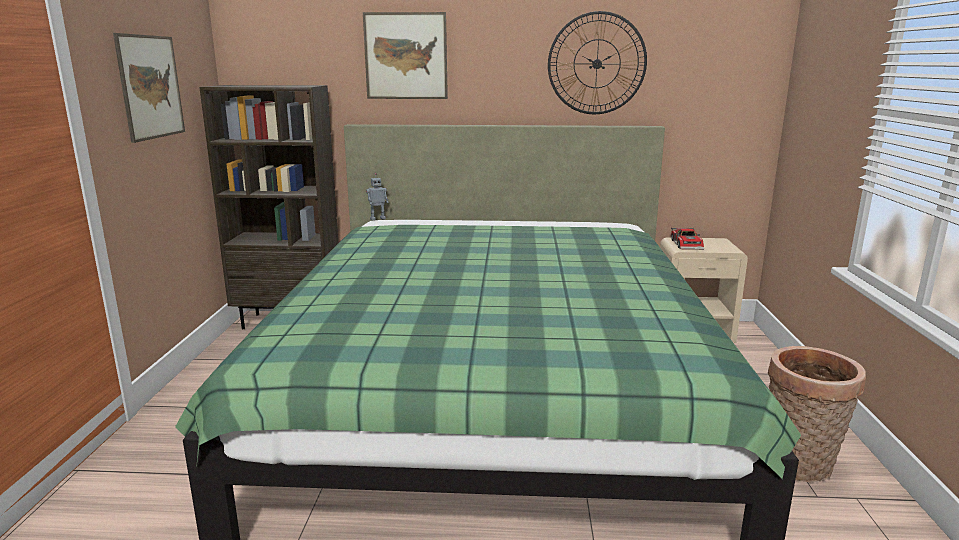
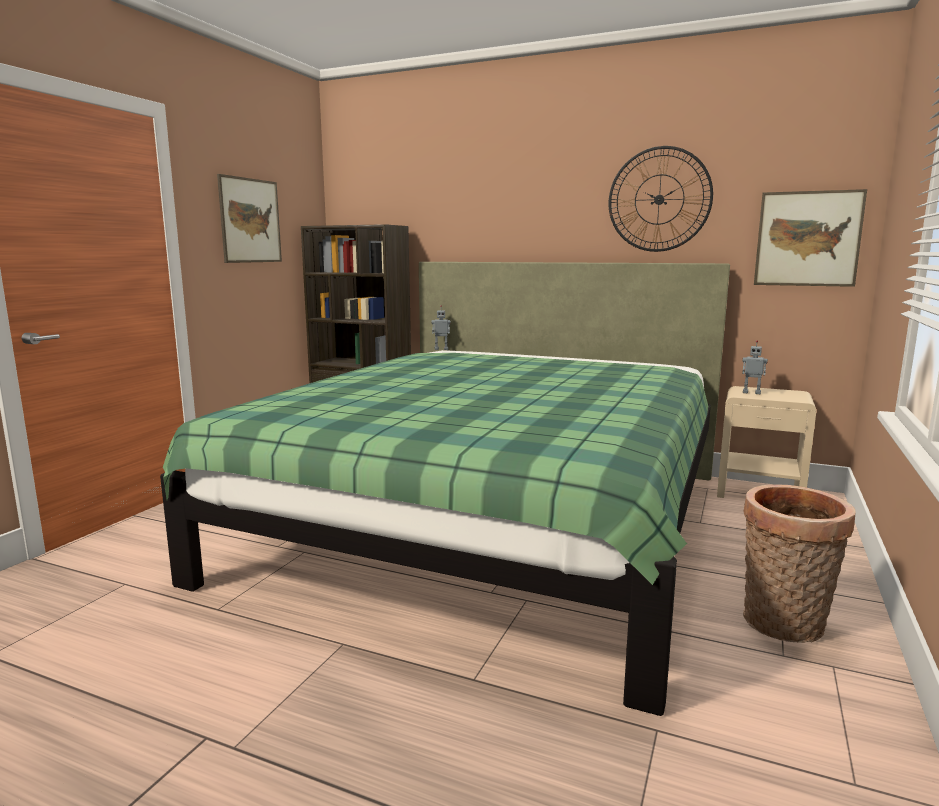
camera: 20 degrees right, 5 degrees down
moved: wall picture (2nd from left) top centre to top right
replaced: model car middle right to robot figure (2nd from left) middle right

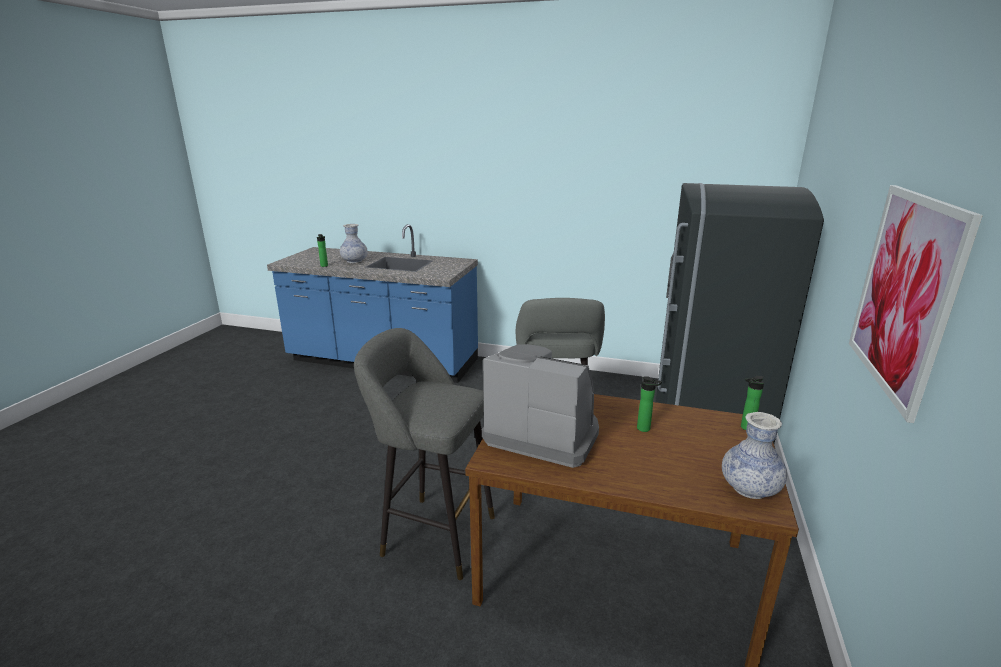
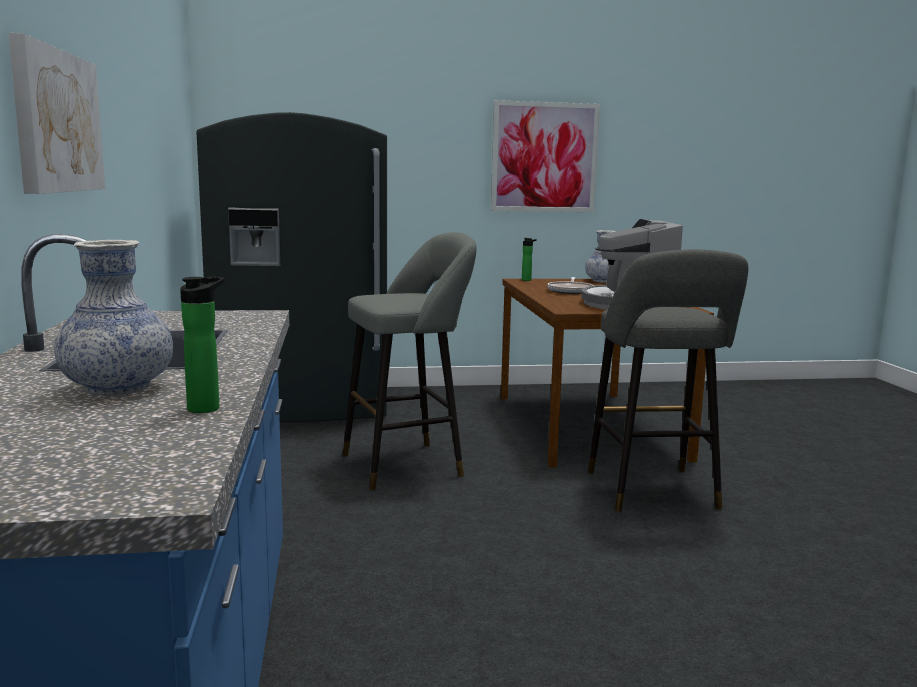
camera: 115 degrees left, 10 degrees down
added: wall picture (1st from left) top left
replaced: bottle (2nd from left) centre to frying pan centre

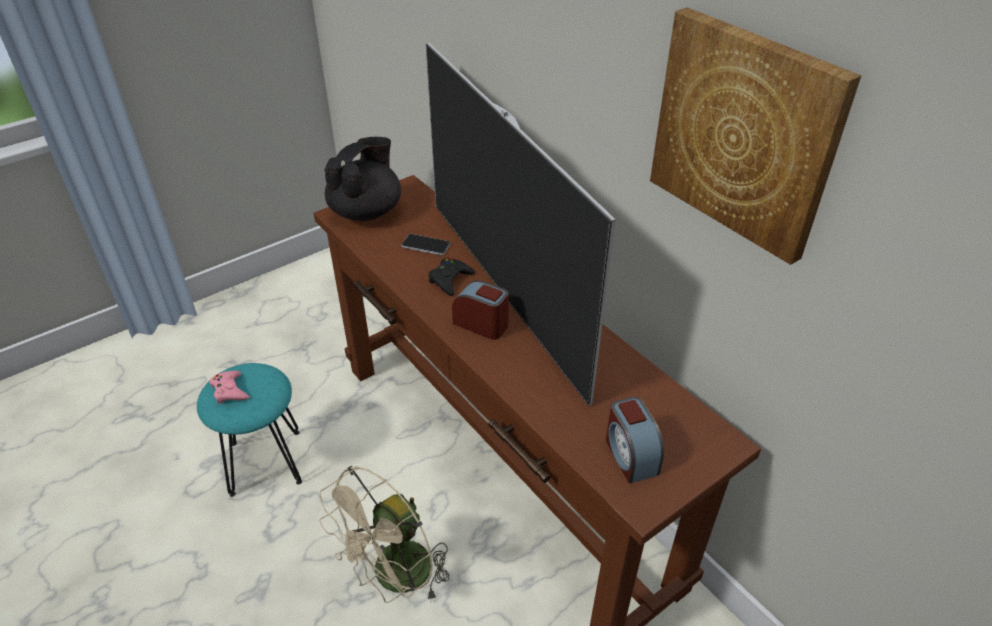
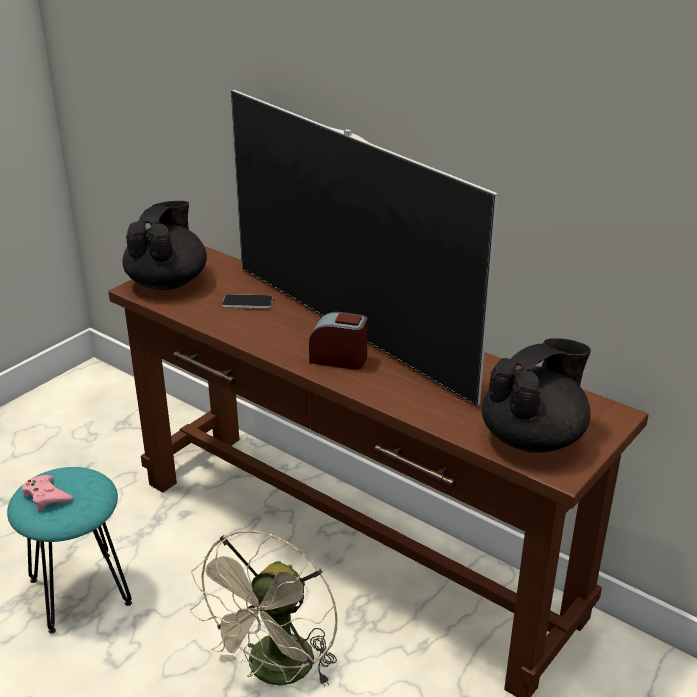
camera: 15 degrees left, 10 degrees down
removed: wall picture top right; black-coloured joypad centre
replaced: table clock (2nd from left) bottom centre to black-coloured pot for tea (2nd from left) middle right

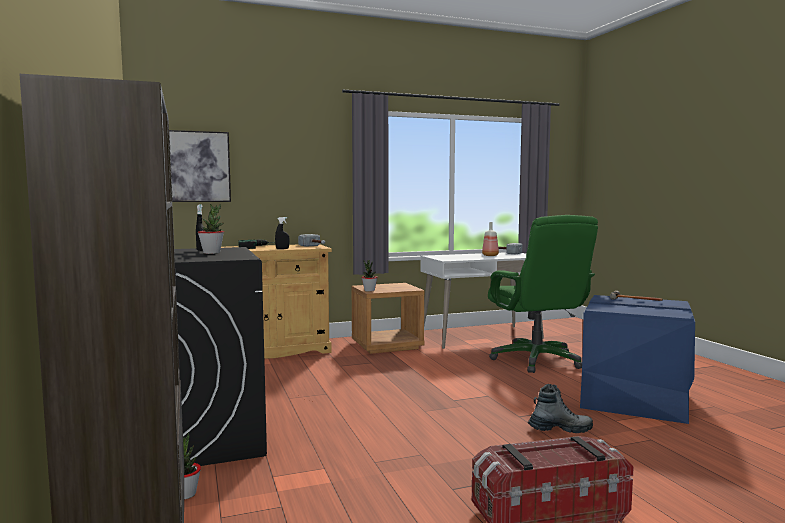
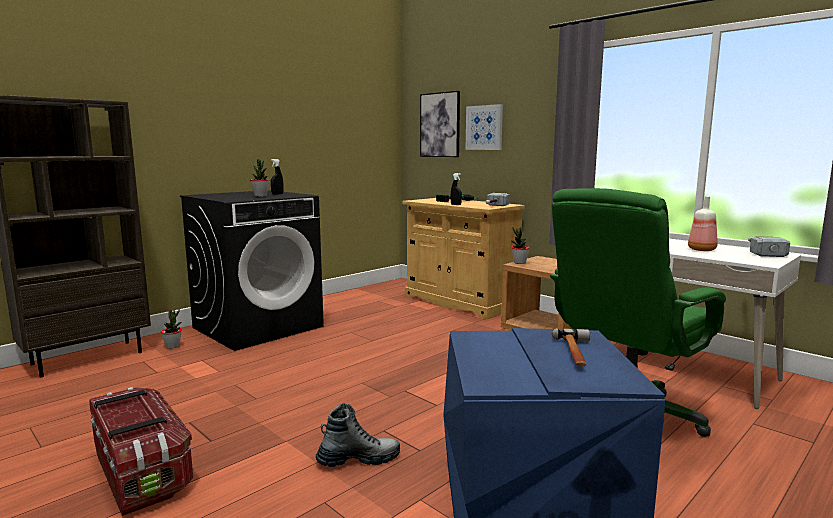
camera: 65 degrees right, 5 degrees up
added: wall picture (2nd from left) top centre
turned: high-top boot bottom right = bottom centre 75 degrees counterclockwise

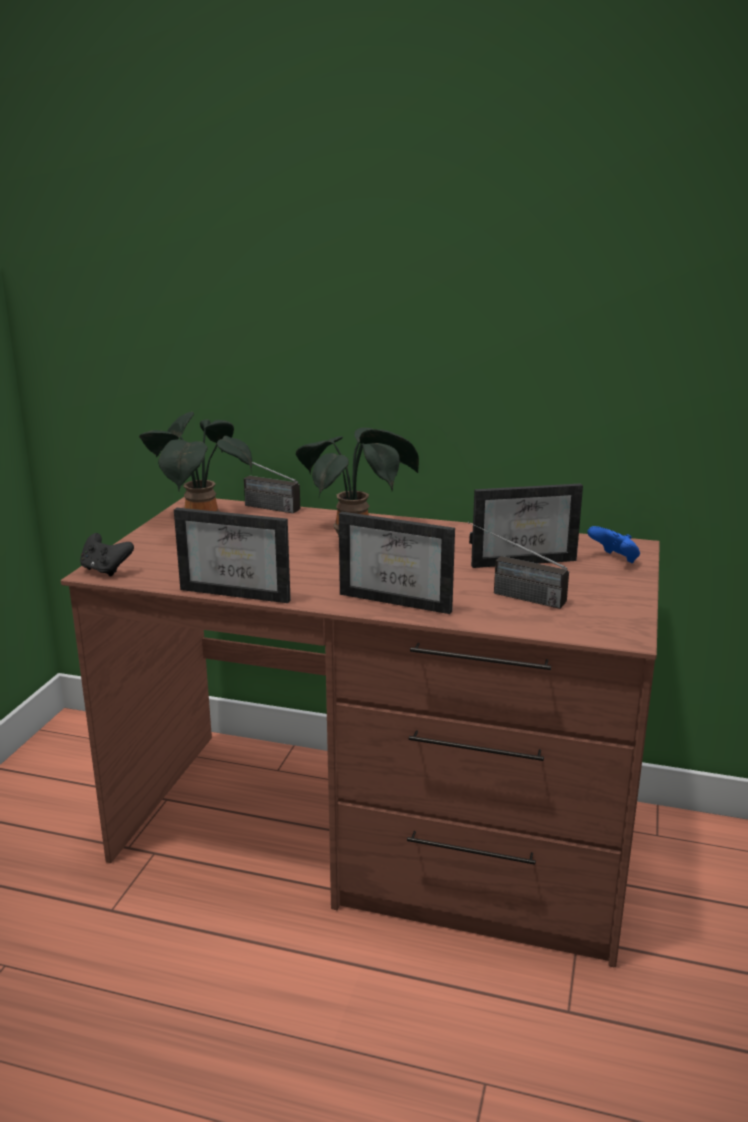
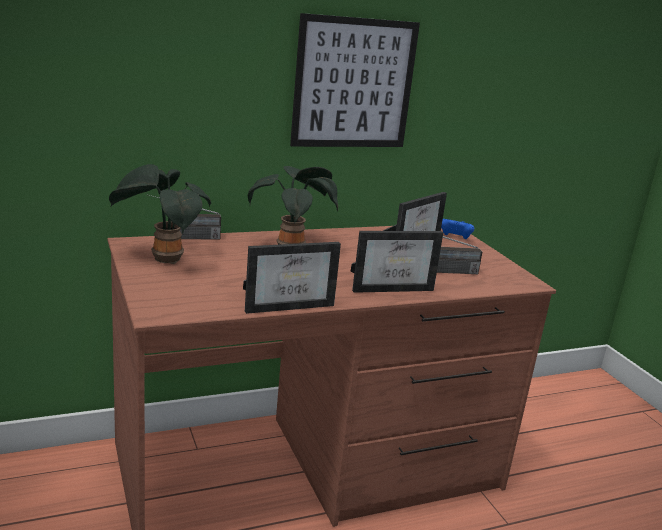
camera: 40 degrees left, 0 degrees up
removed: black-coloured joypad middle left
added: wall picture top centre

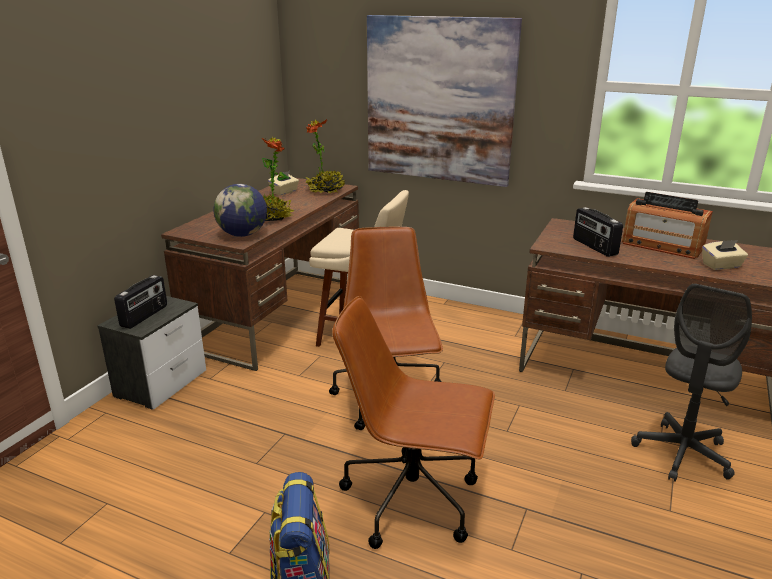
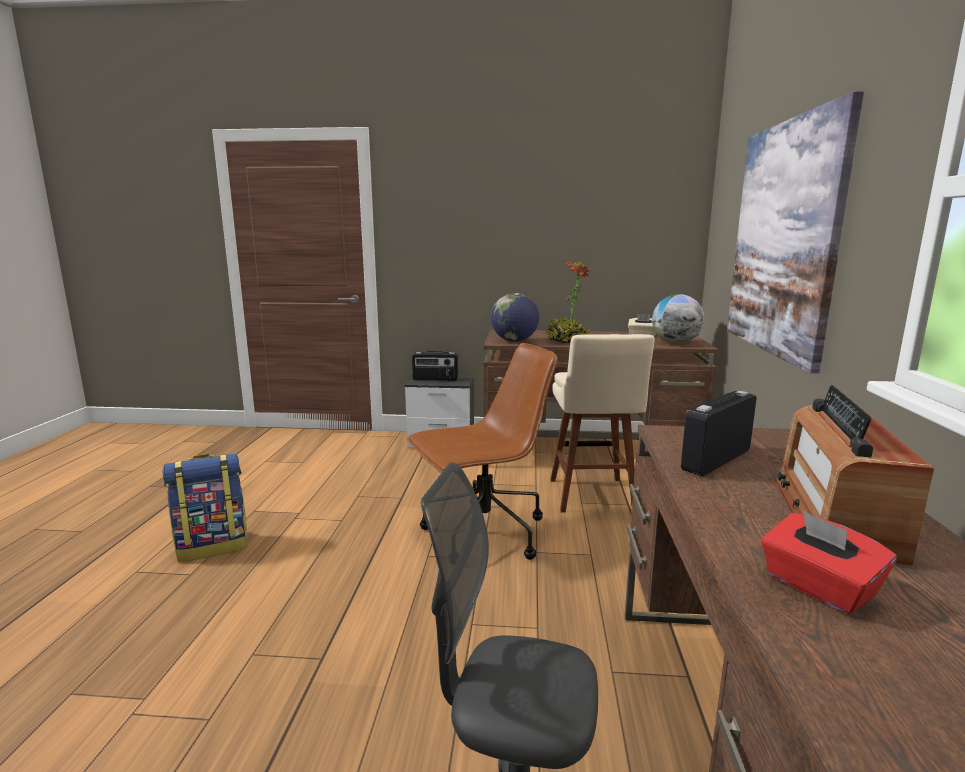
camera: 70 degrees right, 10 degrees down
removed: brownish computer chair (2nd from left) bottom centre
replaced: potted plant (2nd from left) top centre to world globe (2nd from left) middle right
recoloured: beige-coloured box of tissues (2nd from left) middle right to reddish box of tissues bottom right

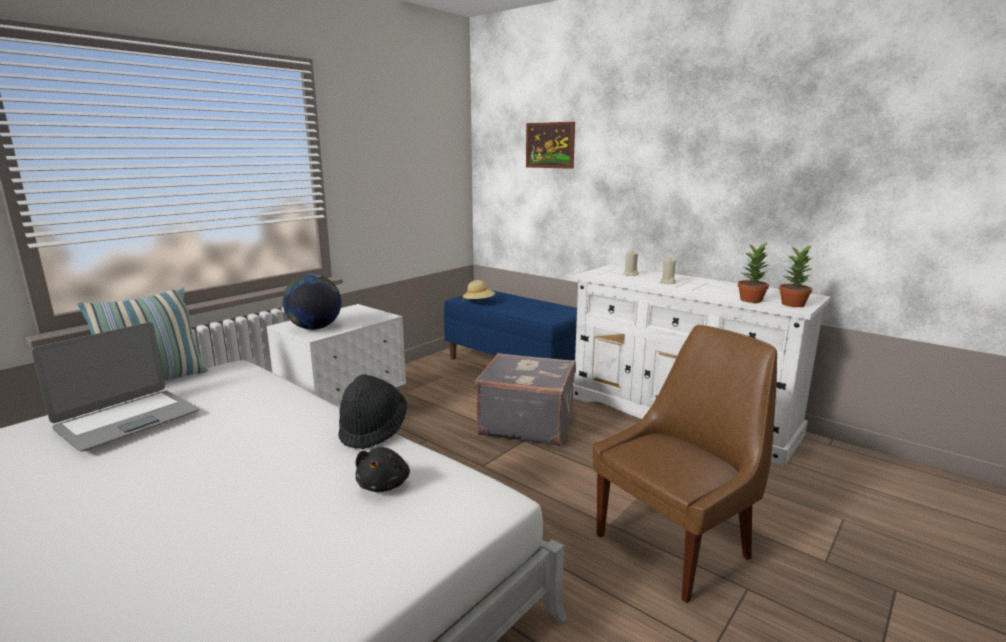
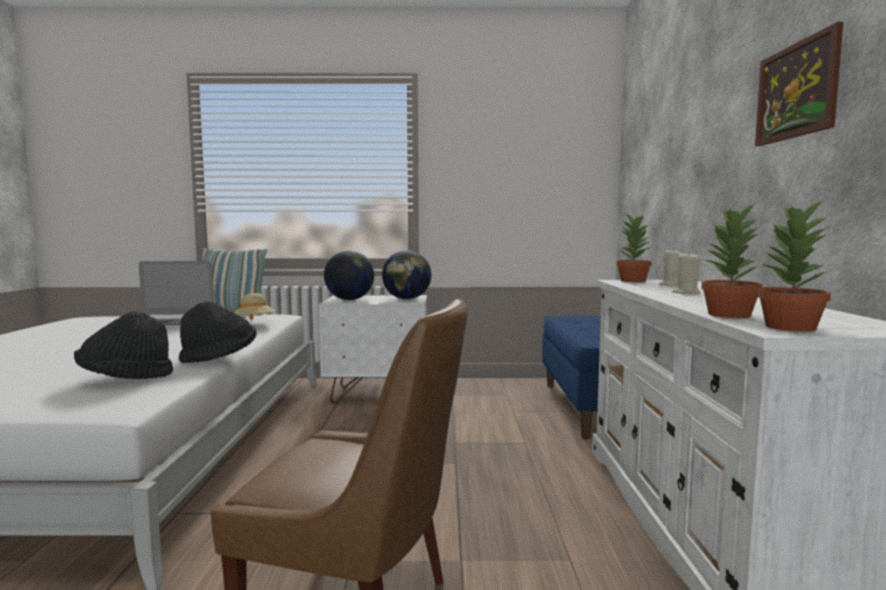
camera: 50 degrees right, 10 degrees down
removed: grey suitcase centre
added: potted plant (1st from left) middle right; world globe (2nd from left) centre
moved: wall picture top centre to top right; beige-coloured clothing hat centre to middle left
replaced: black-coloured soft toy bottom centre to black-coloured clothing hat (1st from left) middle left

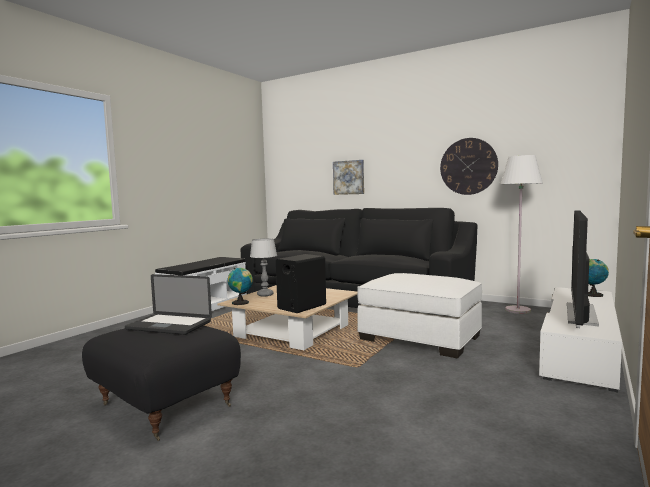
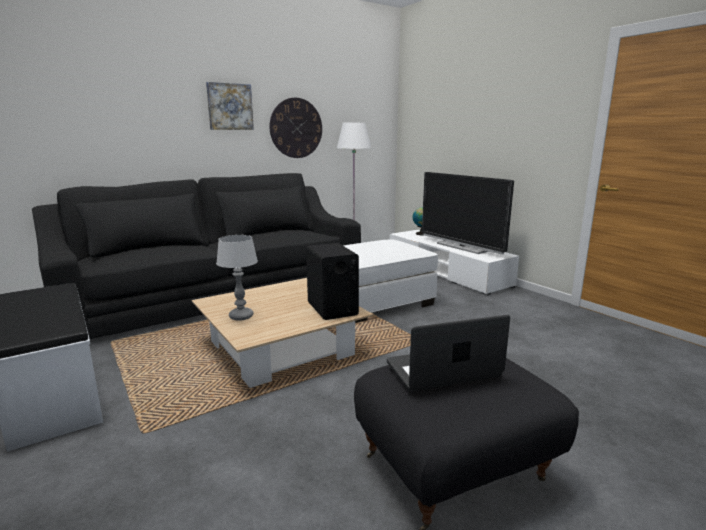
camera: 65 degrees left, 10 degrees up
removed: world globe (1st from left) centre
moved: wall picture centre to top left
turned: portable computer middle left = centre 150 degrees counterclockwise

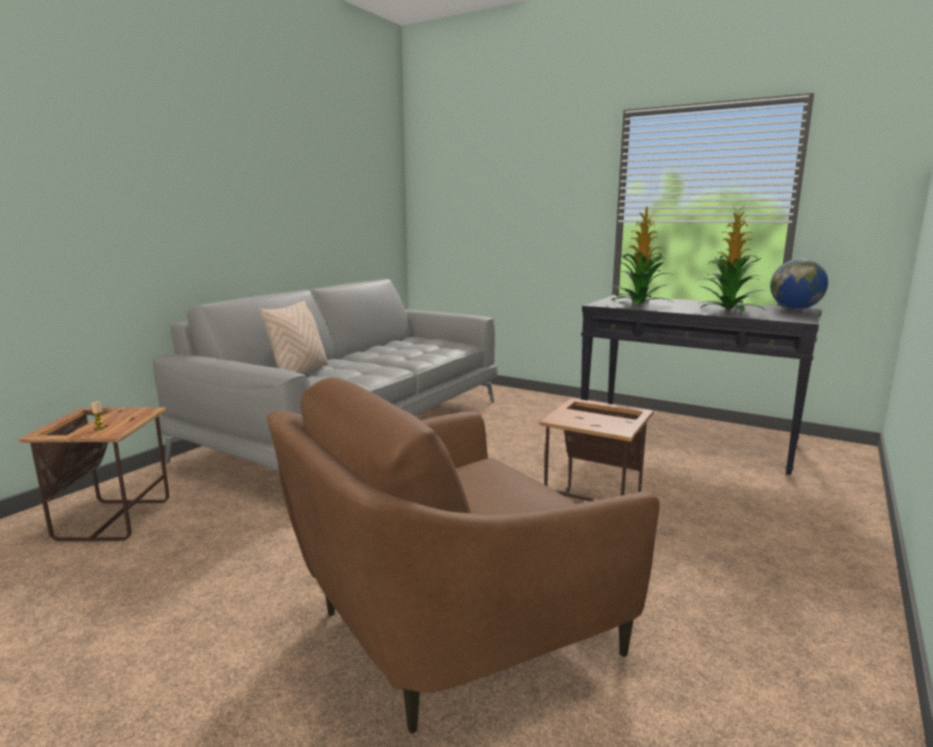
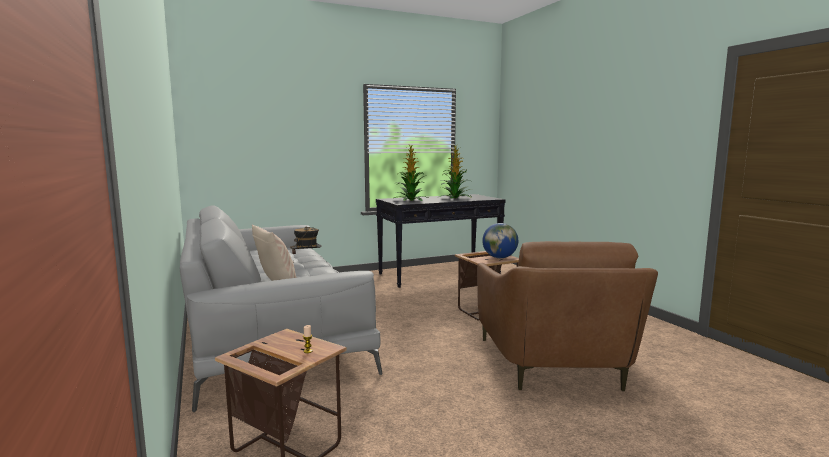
camera: 55 degrees left, 5 degrees down
added: clothing hat centre
moved: world globe middle right to centre

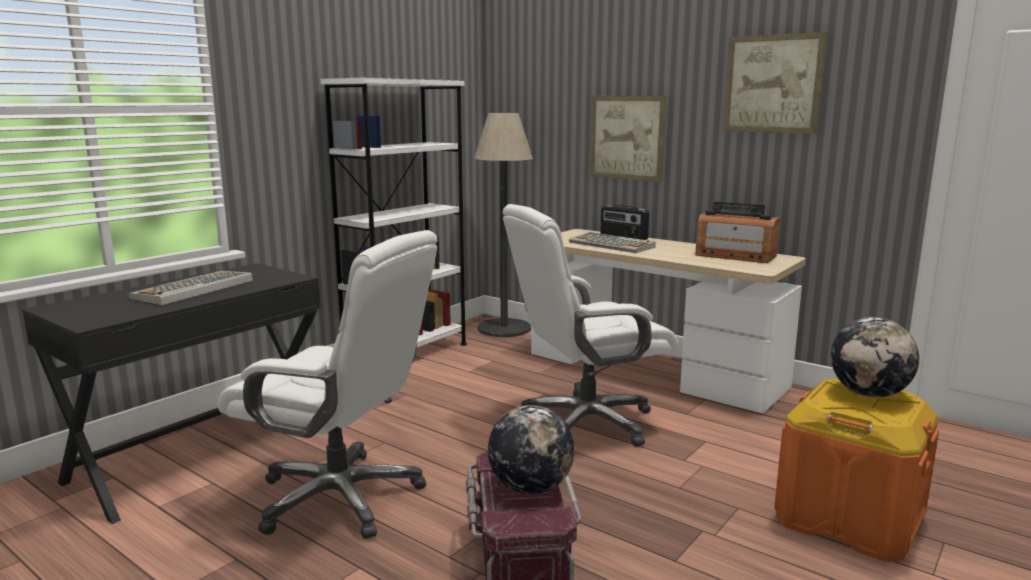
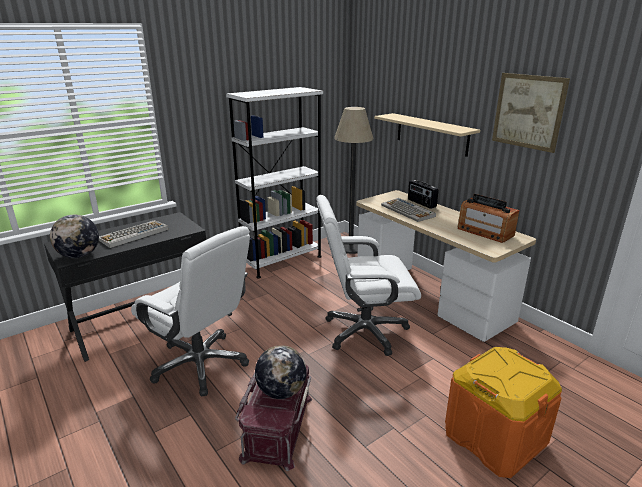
camera: 15 degrees right, 10 degrees up
moved: world globe (2nd from left in the first image) middle right to world globe (1st from left) middle left
replaced: wall picture (1st from left) top centre to beige-coloured shelf top centre

